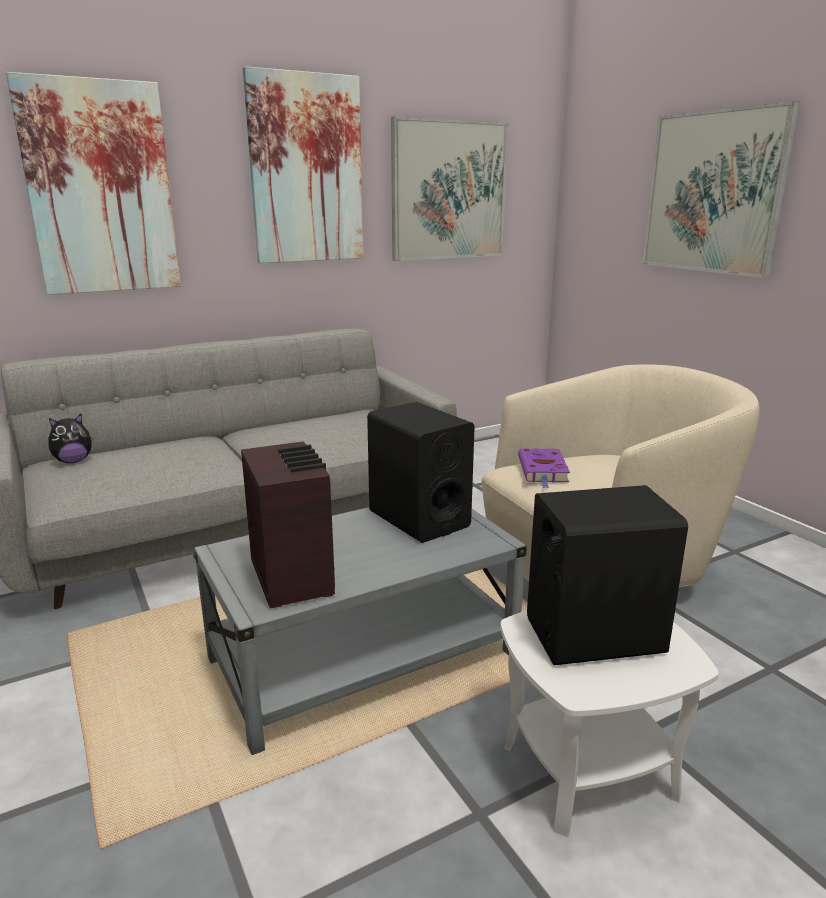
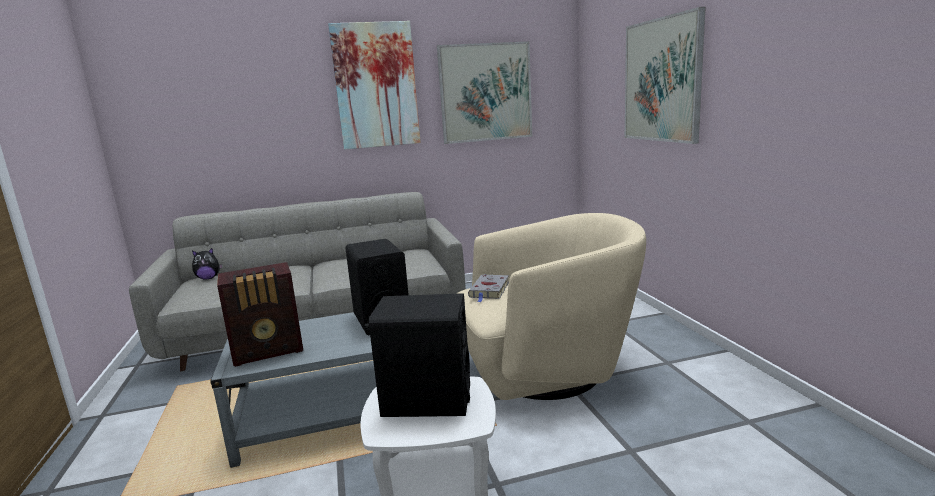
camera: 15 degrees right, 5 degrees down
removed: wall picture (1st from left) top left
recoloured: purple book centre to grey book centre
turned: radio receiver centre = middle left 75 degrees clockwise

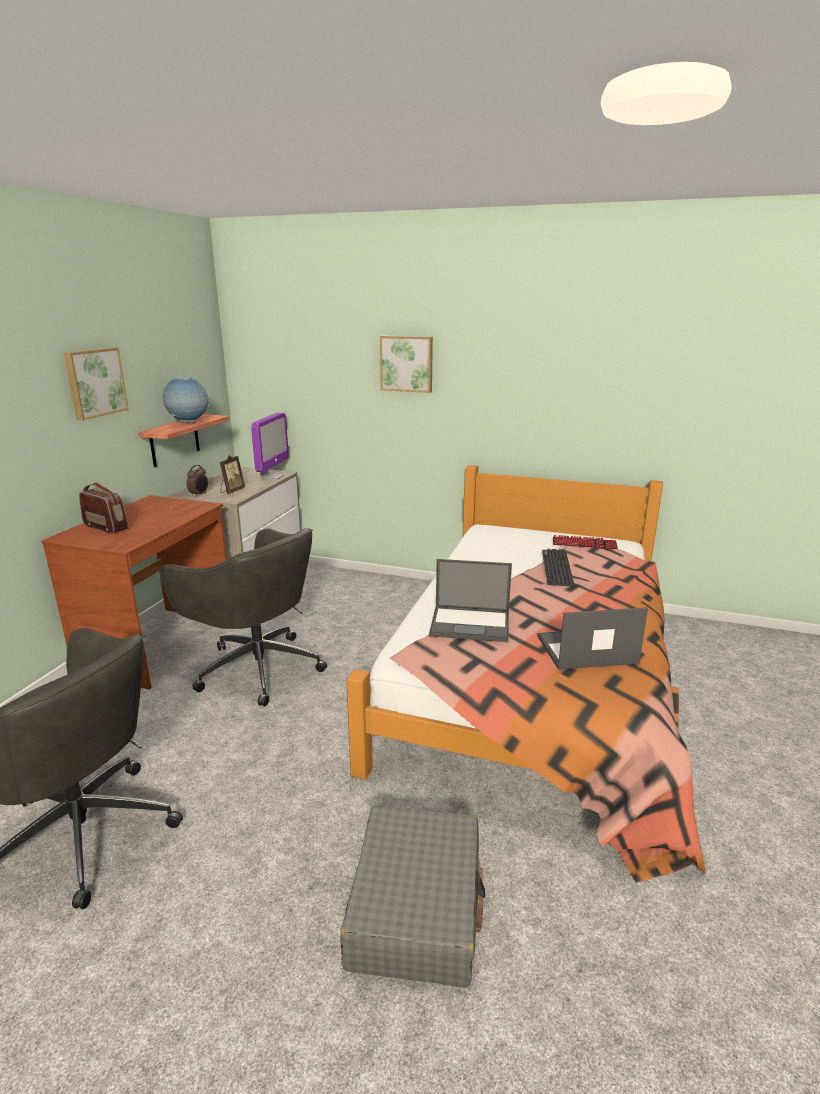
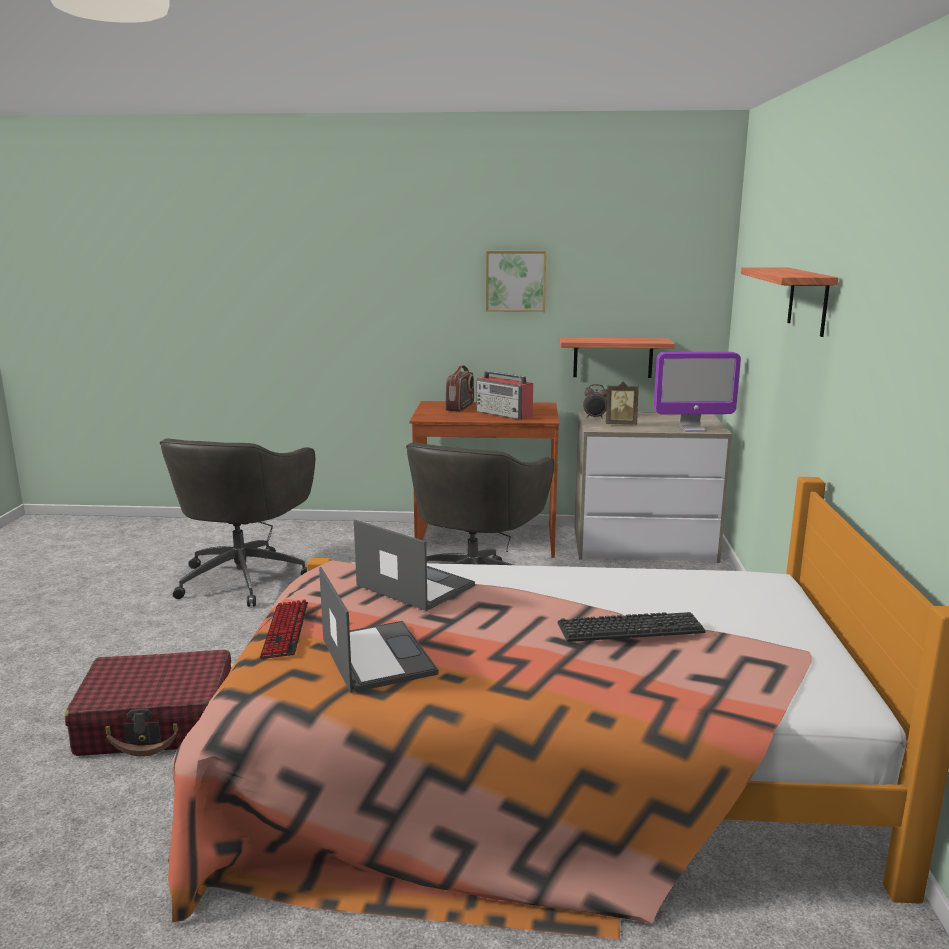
camera: 75 degrees right, 5 degrees down
removed: world globe middle left
added: radio receiver (2nd from left) centre
moved: PC keyboard (2nd from left in the first image) middle right to PC keyboard (1st from left) middle left
replaced: wall picture (2nd from left) top centre to shelf (2nd from left) top right
recoloured: grey suitcase bottom centre to reddish suitcase bottom left
turned: portable computer (1st from left in the first image) centre = centre 135 degrees clockwise

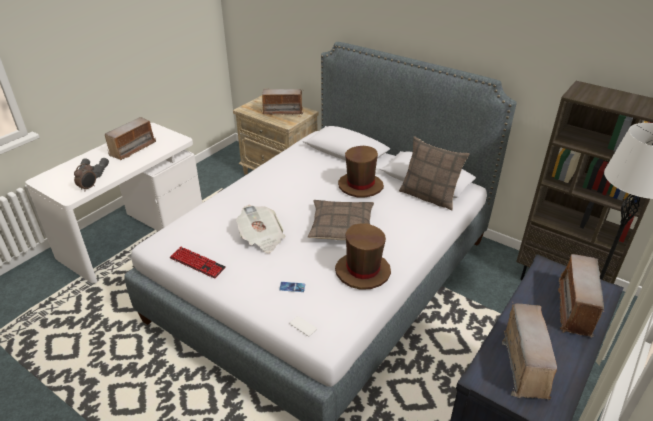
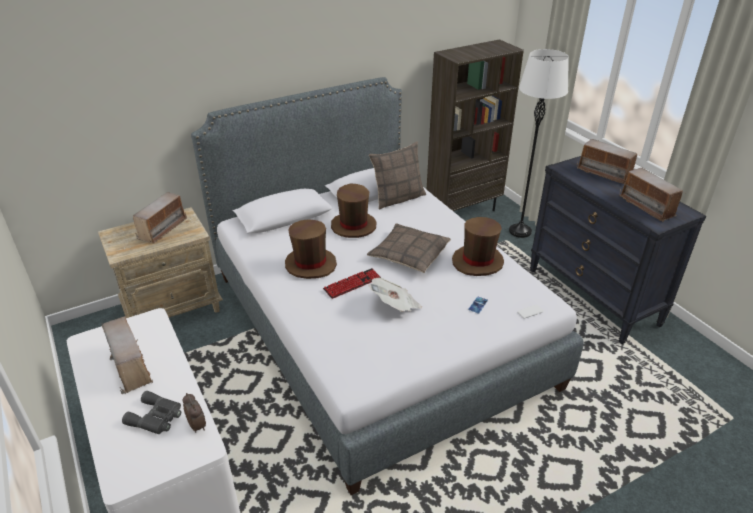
camera: 65 degrees left, 0 degrees up
added: brownish clothing hat (1st from left) centre
moved: PC keyboard middle left to centre
turned: radio receiver (3rd from left in the first image) bottom right = middle right 150 degrees counterclockwise

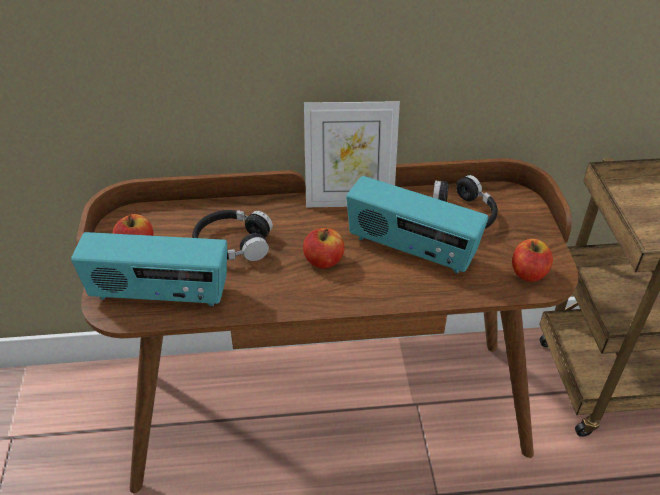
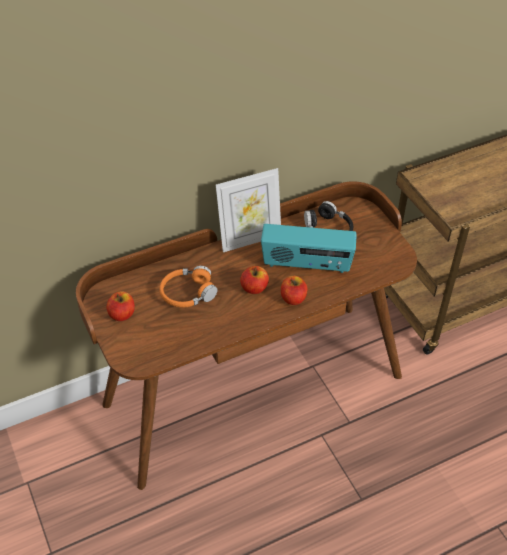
camera: 20 degrees left, 5 degrees up
removed: radio receiver (1st from left) middle left
moved: whole apple (3rd from left) middle right to centre
recoloured: black-coloured pair of headphones (1st from left) centre to orange-coloured pair of headphones centre

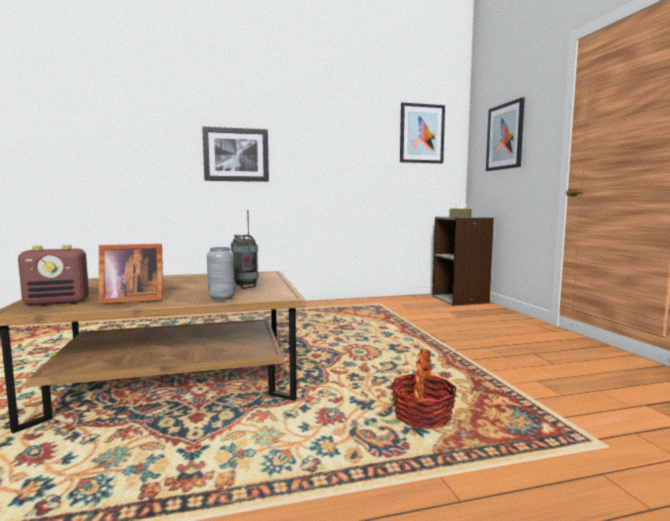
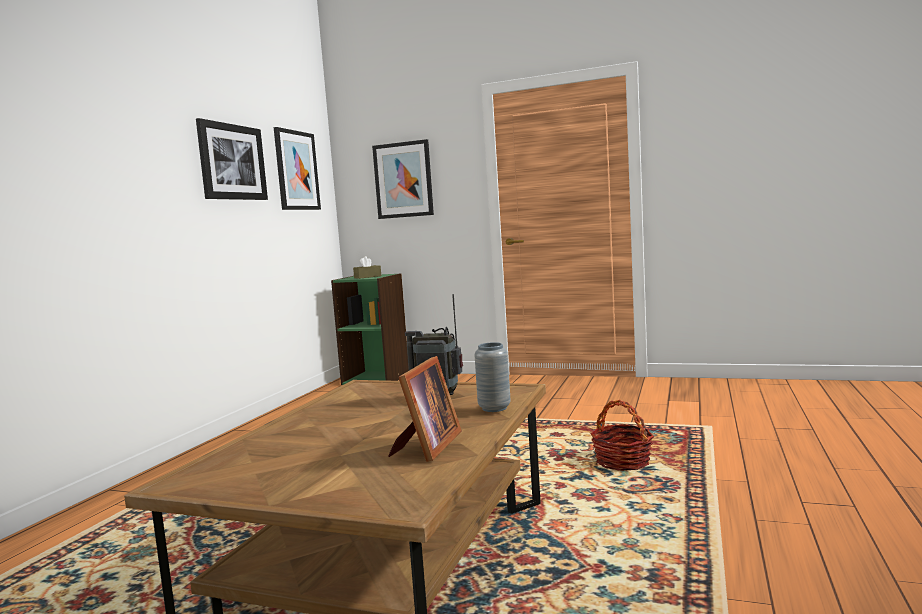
camera: 55 degrees left, 0 degrees up
removed: radio receiver (1st from left) middle left
moved: wall picture (1st from left) top centre to top left
recoloured: grey bookshelf middle right to greenish bookshelf centre

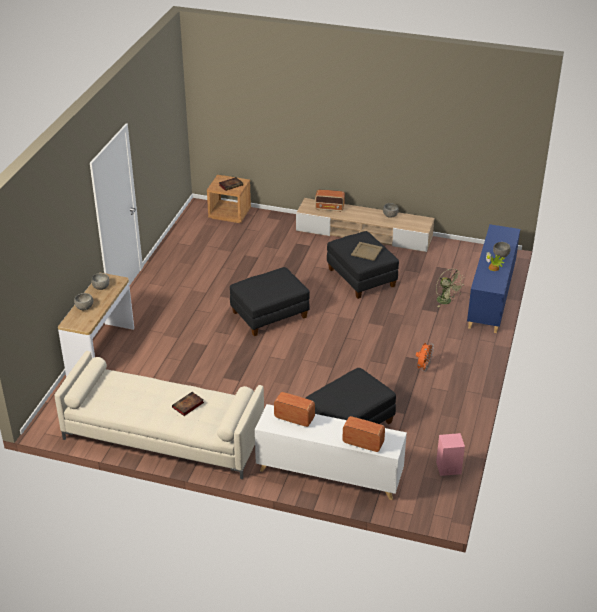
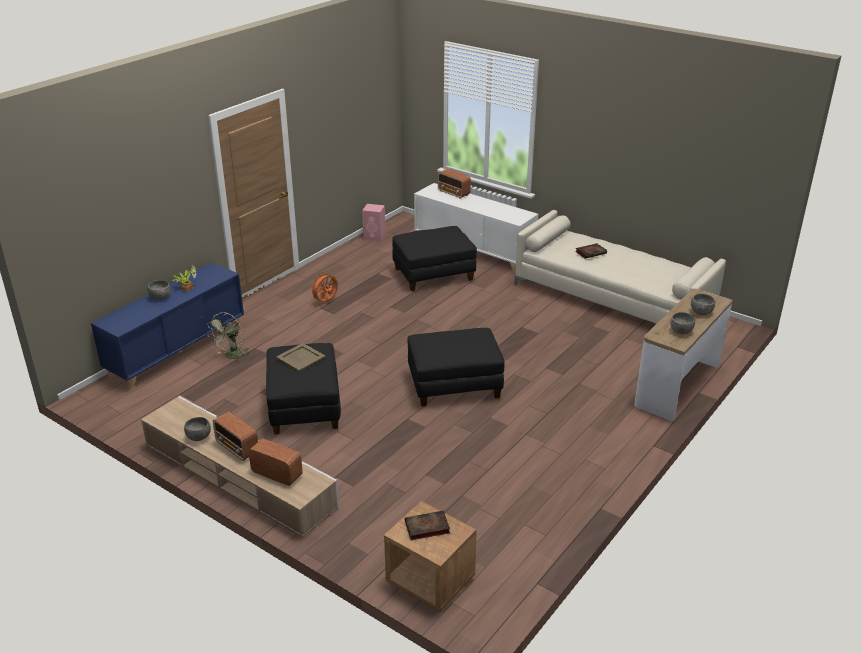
camera: 160 degrees left, 5 degrees down
moved: radio receiver (1st from left) bottom centre to bottom left
turned: greenish fan middle right = middle left 135 degrees counterclockwise

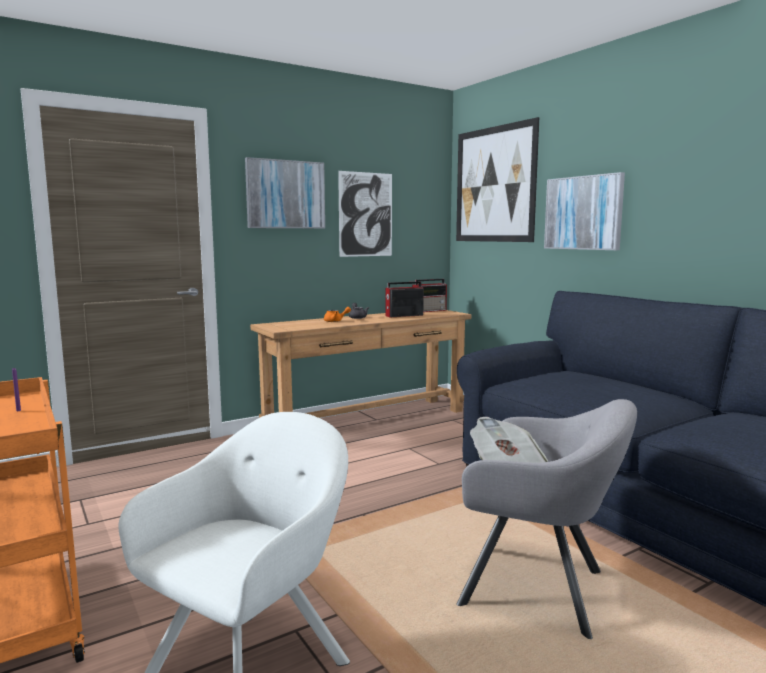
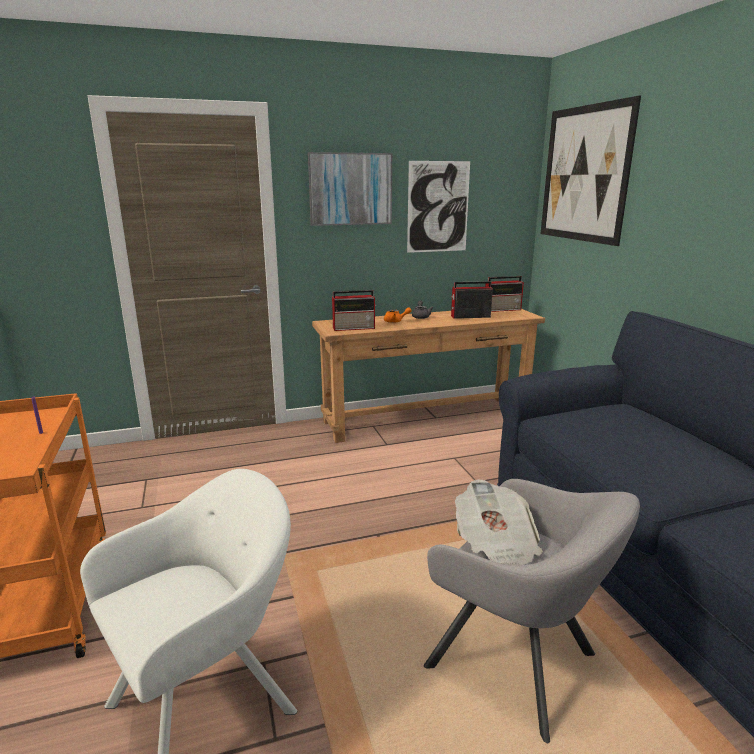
camera: 15 degrees right, 10 degrees up
removed: wall picture (4th from left) top right
added: radio receiver (1st from left) centre

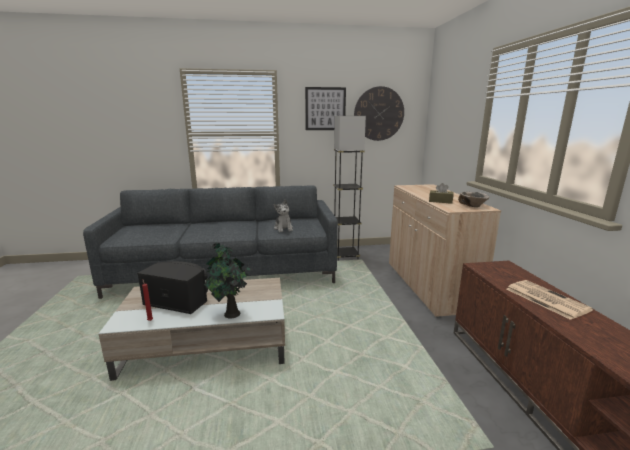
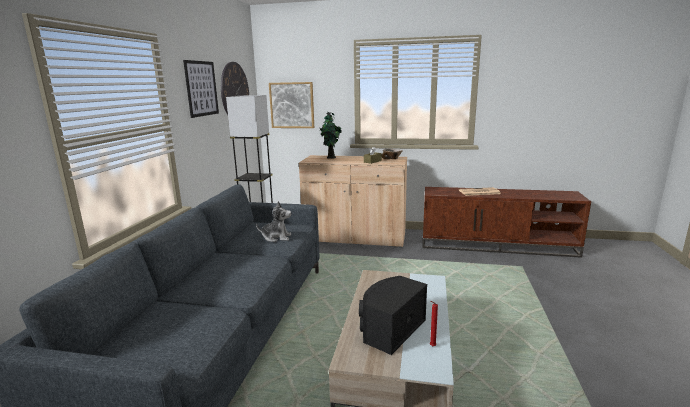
camera: 70 degrees left, 0 degrees up
added: wall picture (2nd from left) top centre
moved: potted plant centre to top centre

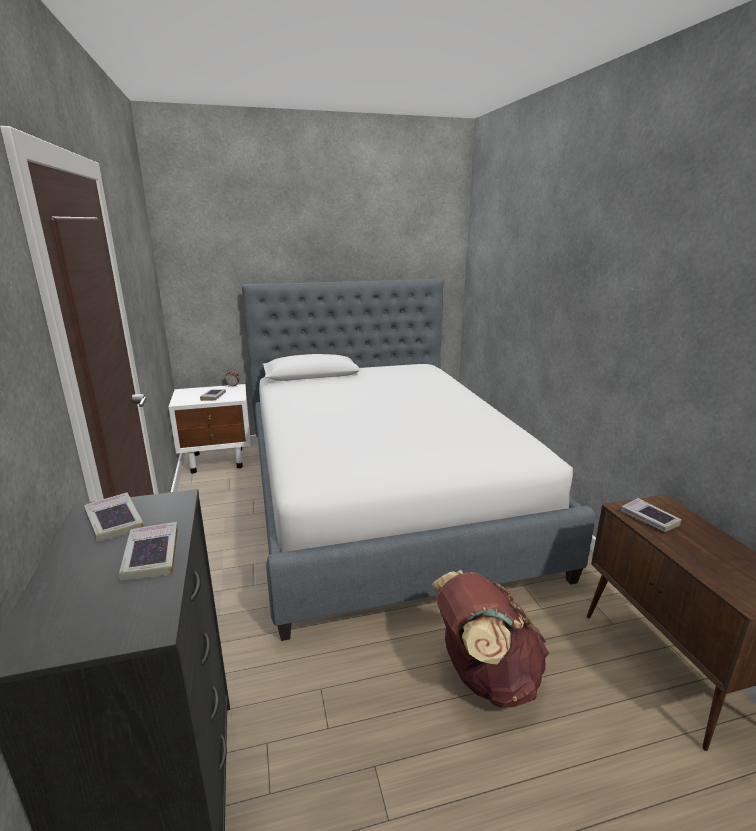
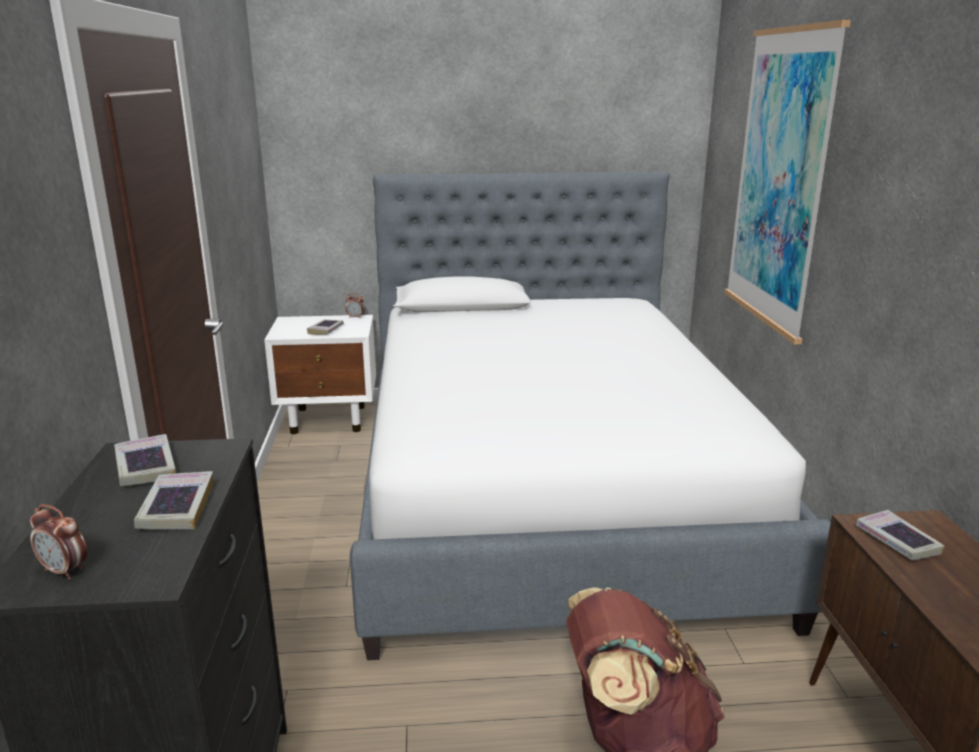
camera: 10 degrees right, 0 degrees up
added: wall picture top right; table clock (1st from left) bottom left

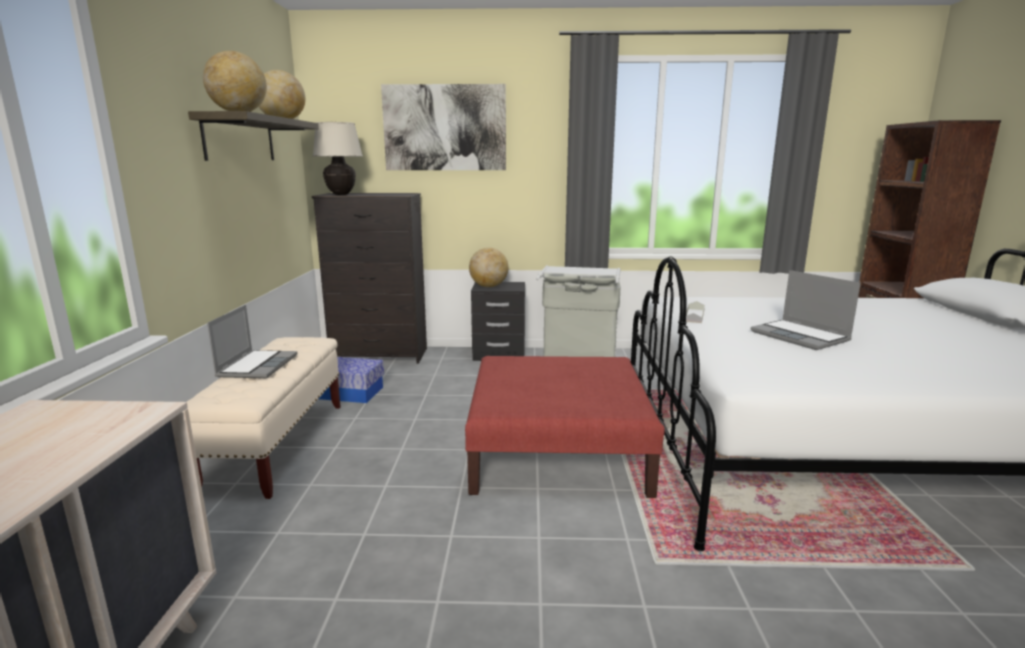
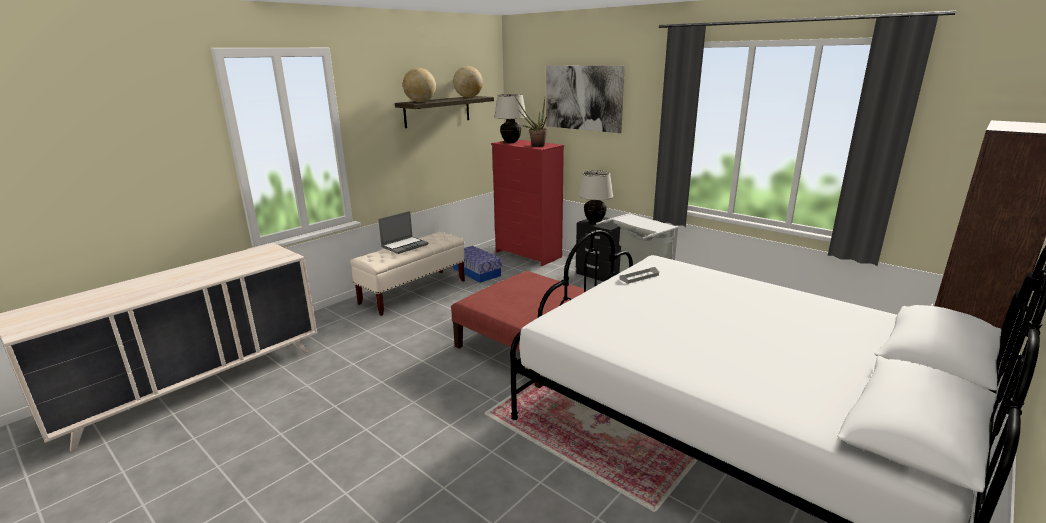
camera: 40 degrees right, 5 degrees up
removed: portable computer (2nd from left) middle right
added: potted plant top centre
replaced: world globe (3rd from left) centre to beige-coloured tabletop lamp (2nd from left) centre
recoloured: black-coloured chest of drawers centre to reddish chest of drawers centre

